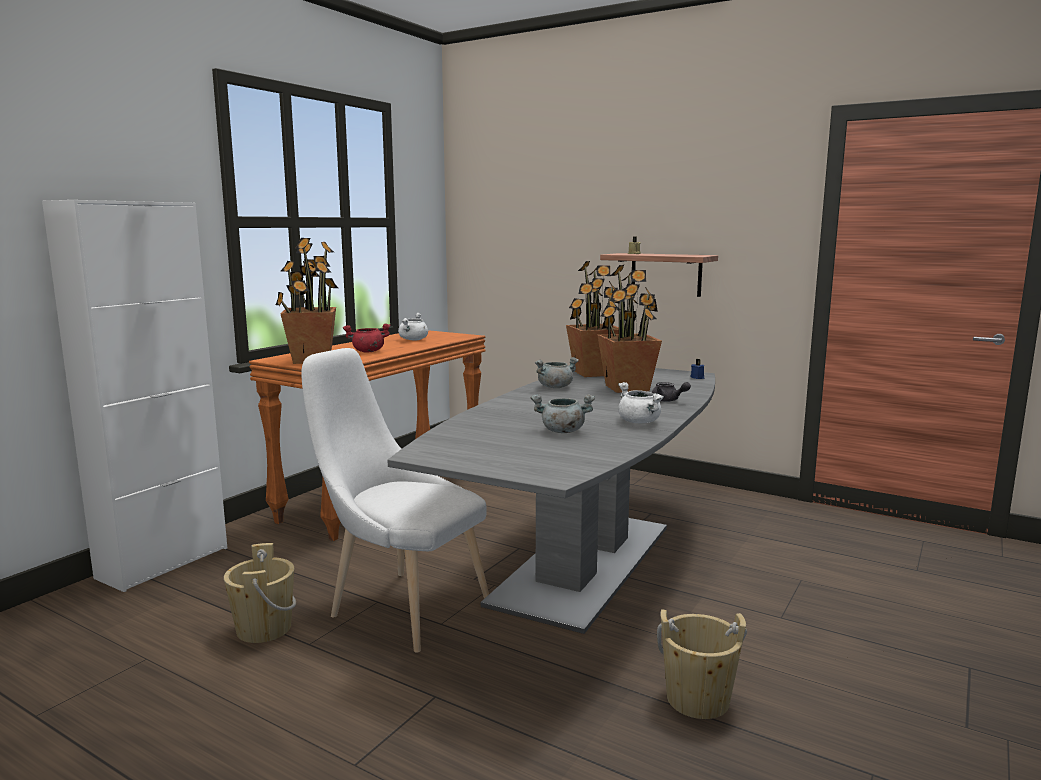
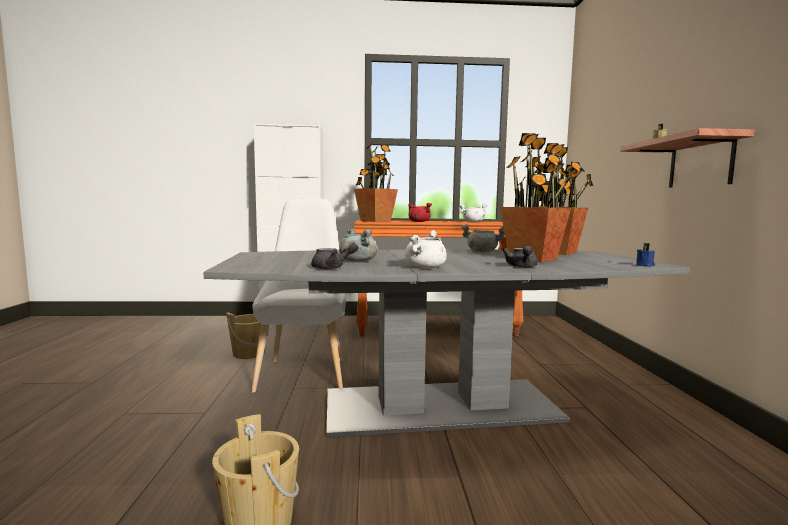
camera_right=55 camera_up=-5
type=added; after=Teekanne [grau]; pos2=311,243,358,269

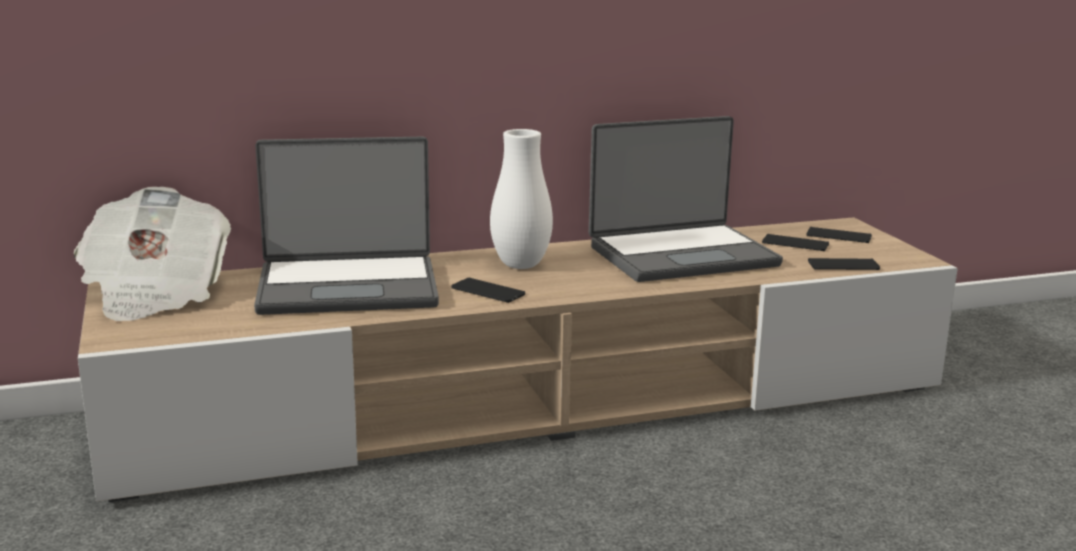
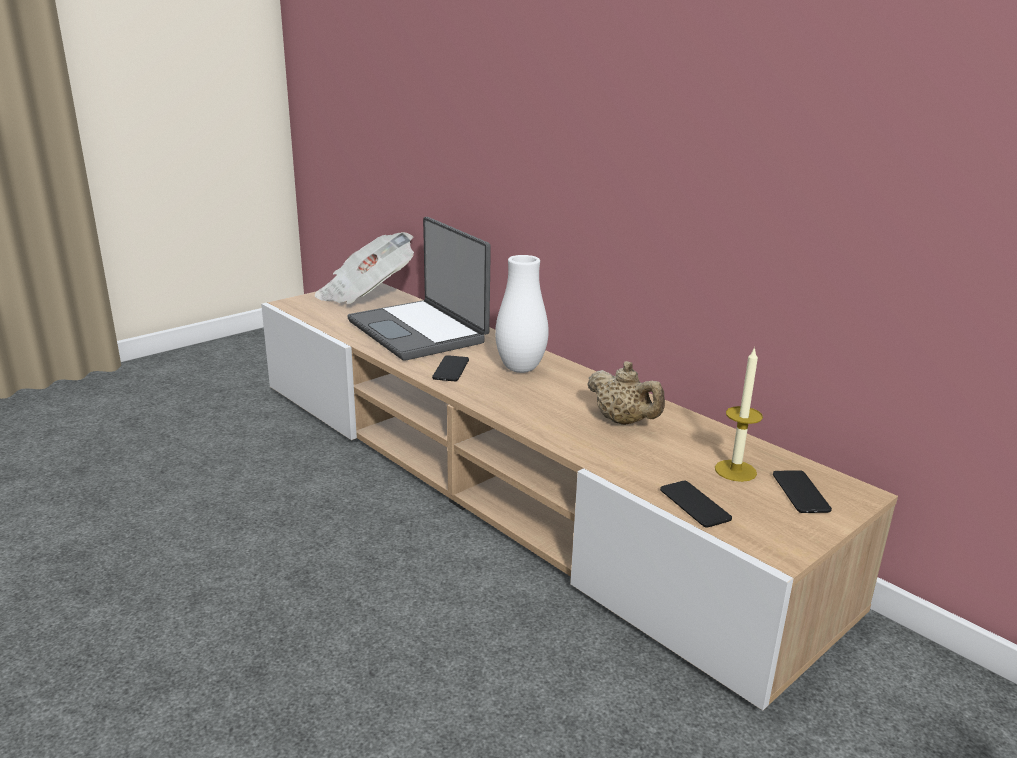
camera_right=65 camera_up=5
type=replaced; before=Laptop; after=Teekanne [beige]; pos1=589,116,783,282; pos2=587,361,665,425
type=replaced; before=Handy; after=Kerze; pos1=762,234,829,251; pos2=715,347,763,482

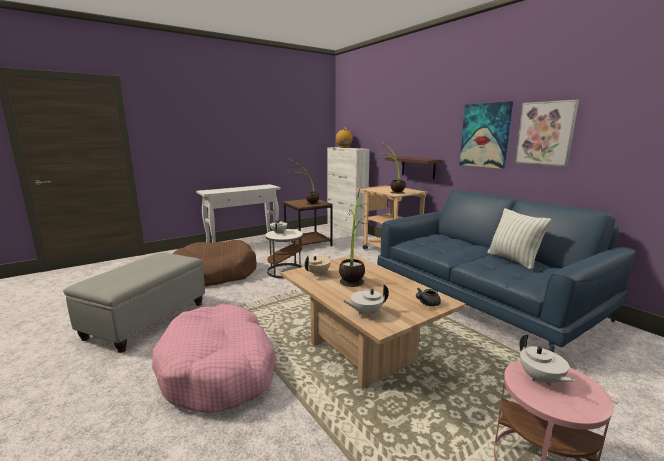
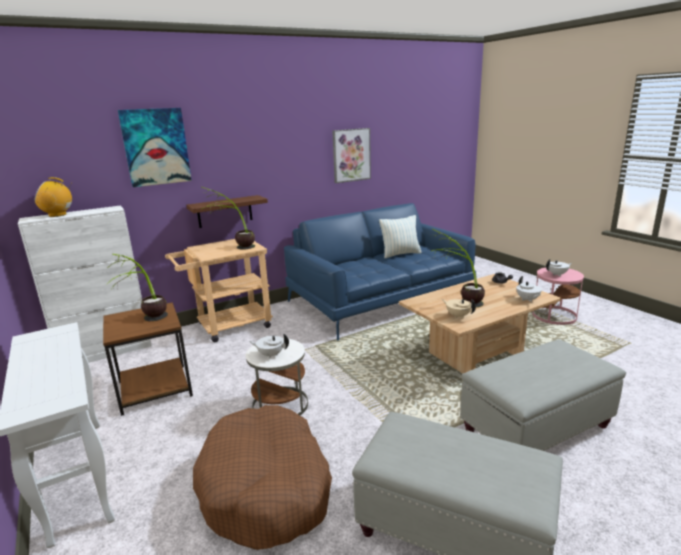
camera_right=-85 camera_up=5
type=moved; before=Bild; pos1=459,101,513,169; pos2=118,108,192,187
type=replaced; before=Hundebett [rosa]; after=Polsterhocker [grau]; pos1=152,304,277,413; pos2=460,340,626,451

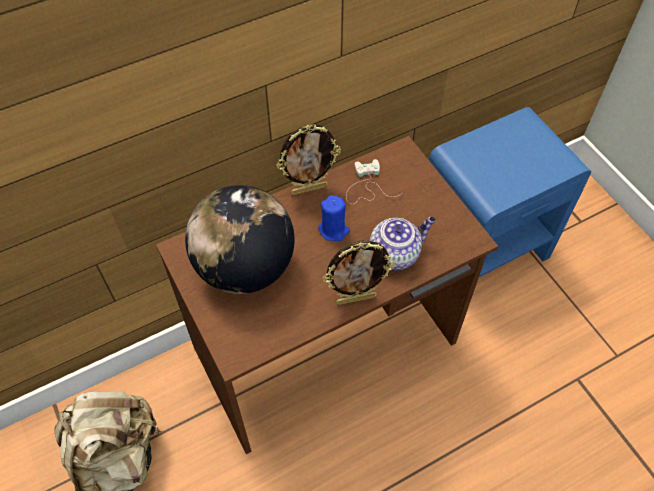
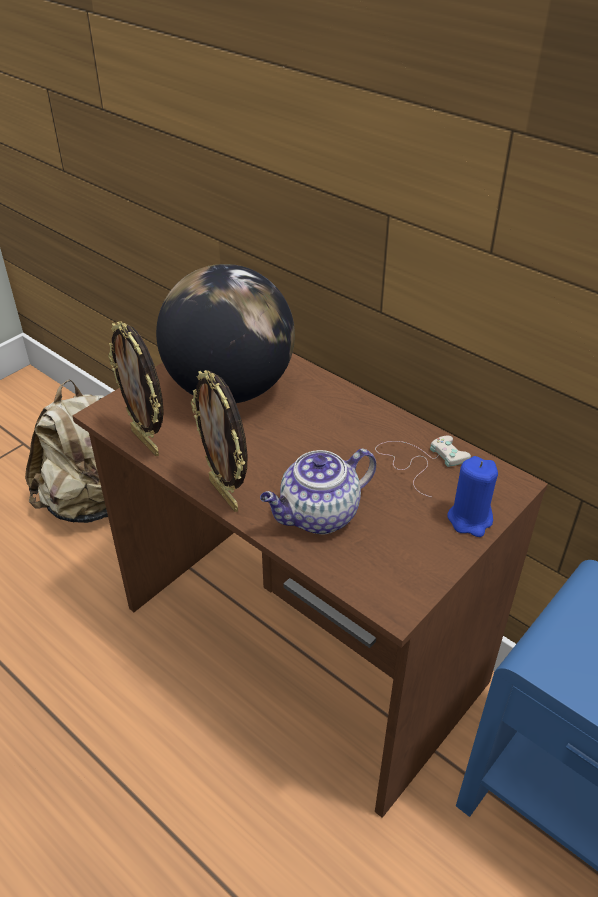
camera_right=70 camera_up=-15
type=moved; before=Bilderrahmen; pos1=276,124,341,195; pos2=108,321,164,456
type=moved; before=Kerze [blau]; pos1=318,195,350,241; pos2=448,456,498,537
type=turned; before=Teekanne; pos1=370,217,436,271; pos2=260,449,376,534; turn=105

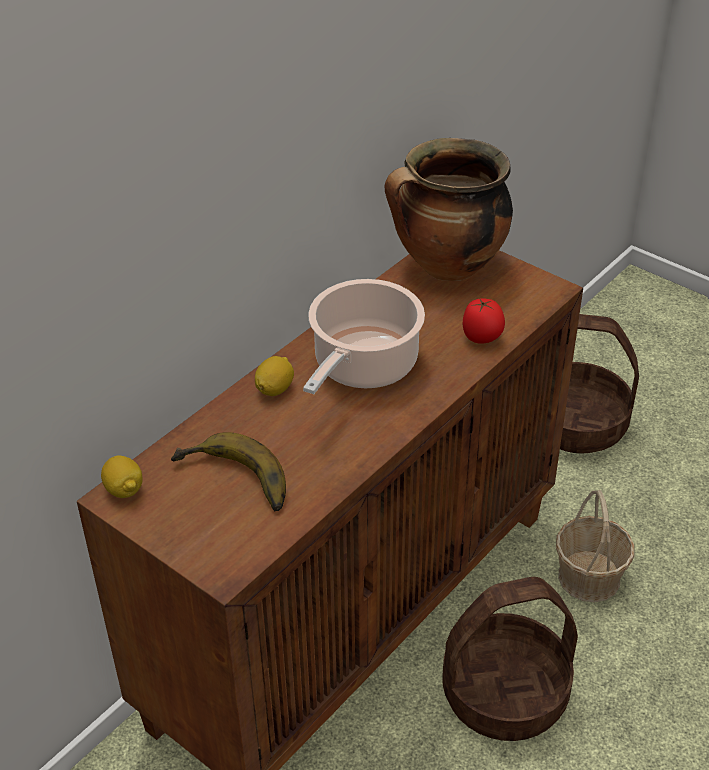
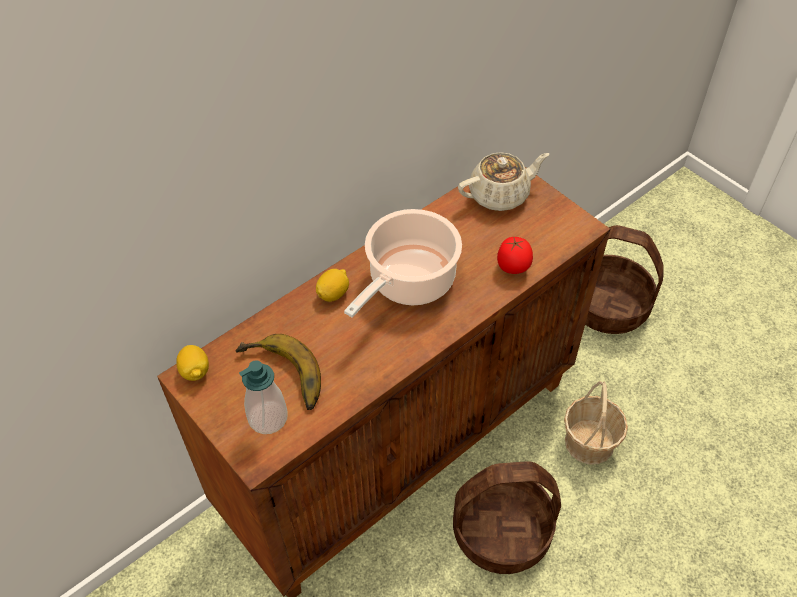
camera_right=10 camera_up=10
type=added; after=Seifenspender; pos2=239,360,288,434
type=replaced; before=Kochtopf; after=Teekanne [beige]; pos1=385,138,513,281; pos2=458,152,550,211

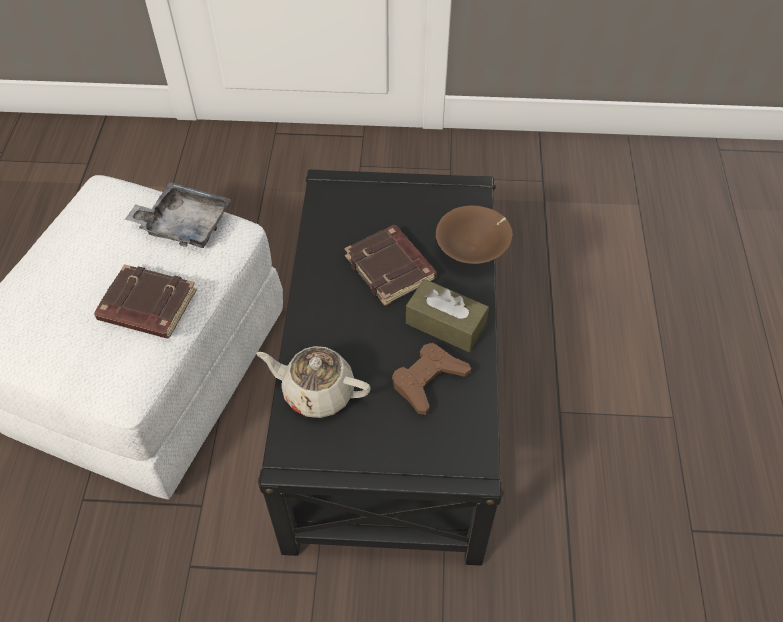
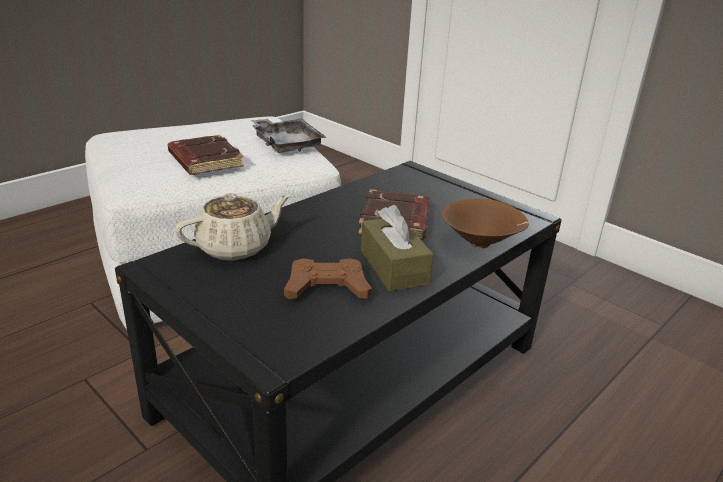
camera_right=40 camera_up=-25
type=turned; before=Teekanne [beige]; pos1=256,346,371,418; pos2=175,193,291,261; turn=90

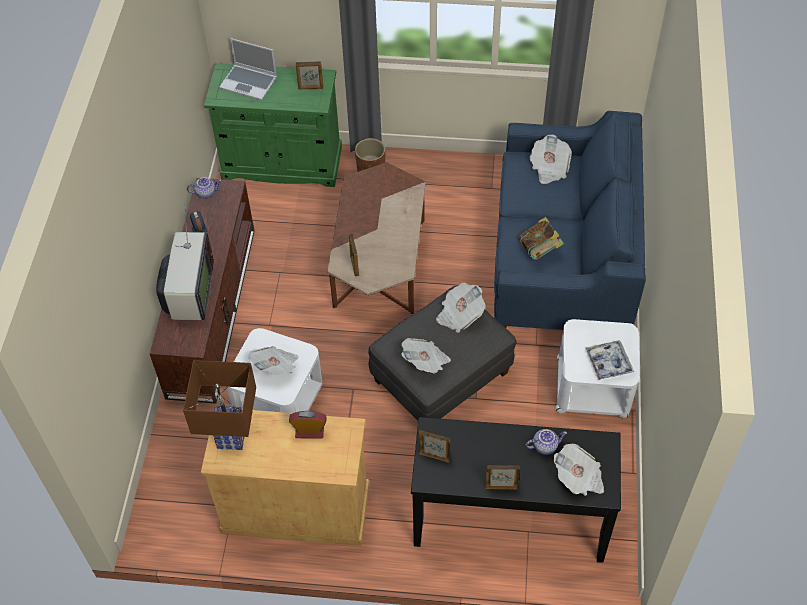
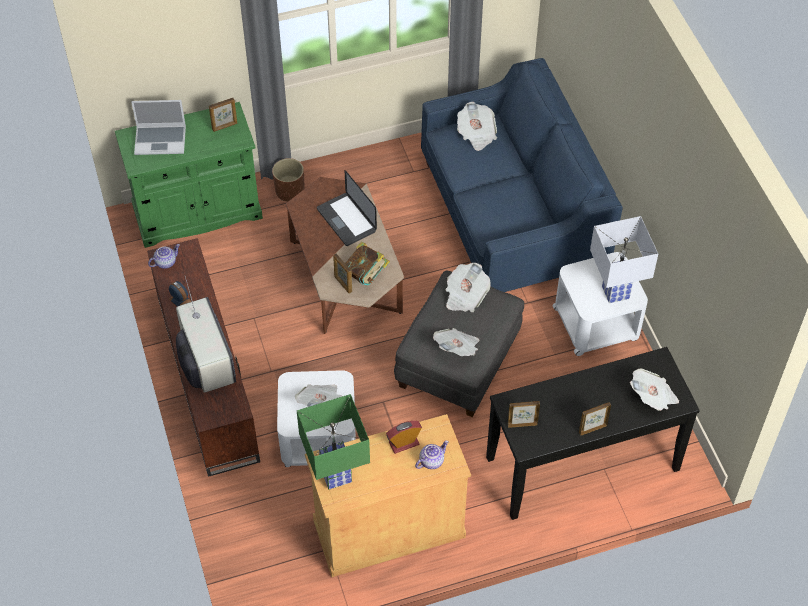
camera_right=-25 camera_up=0
type=added; after=Laptop; pos2=317,170,377,246
type=moved; before=Buch; pos1=519,217,564,260; pos2=345,241,390,285
type=moved; before=Teekanne; pos1=526,429,567,455; pos2=415,441,449,469
type=replaced; before=Tablett; after=Tischlampe [weiß]; pos1=586,340,634,380; pos2=590,216,658,303
type=recoloured; before=Tischlampe [braun]; after=Tischlampe [grün]; pos1=183,360,256,450; pos2=297,394,370,489

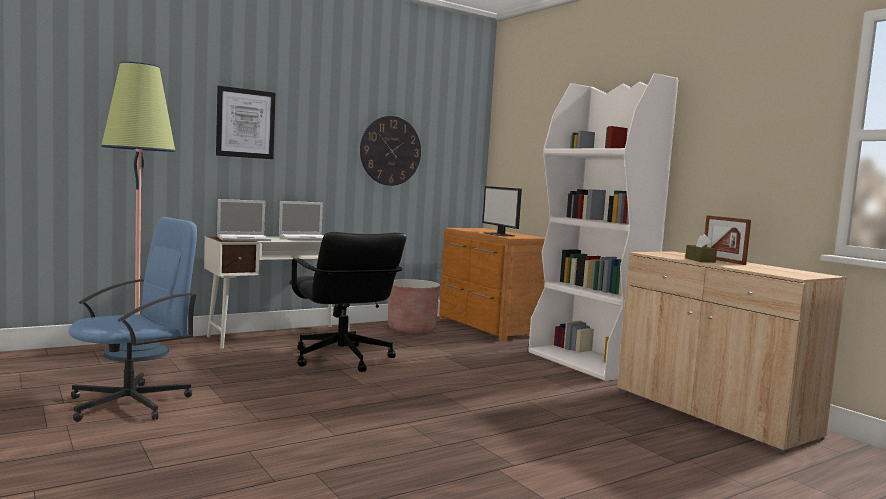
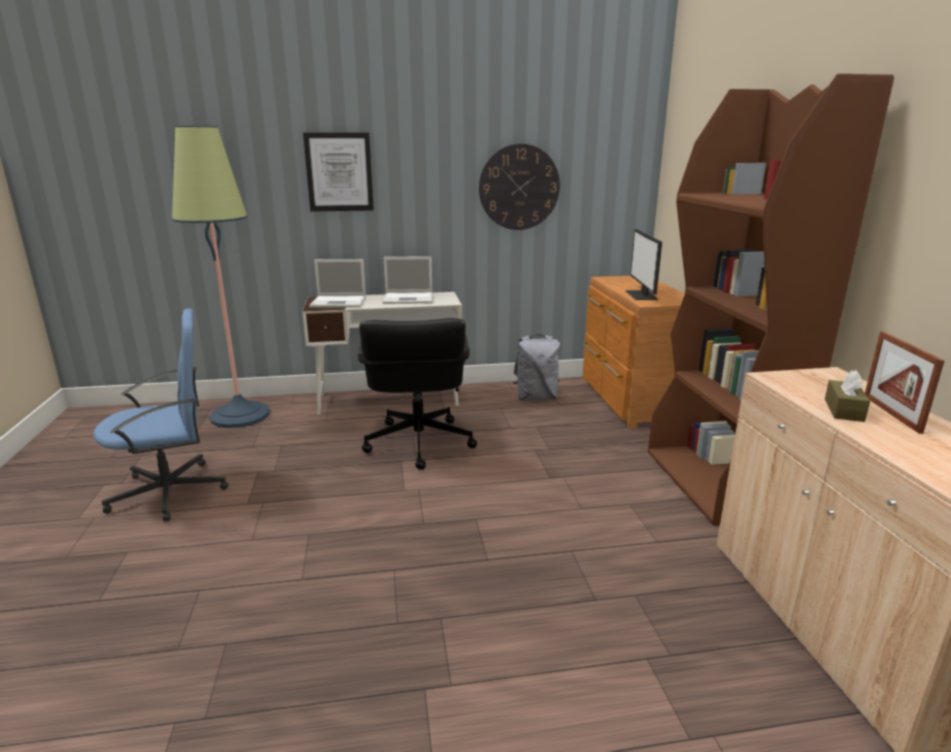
camera_right=25 camera_up=15
type=replaced; before=Pflanzkübel [braun]; after=Rucksack [grau]; pos1=388,279,440,333; pos2=513,334,560,401
type=recoloured; before=Bücherregal [weiß]; after=Bücherregal [braun]; pos1=528,73,679,381; pos2=648,74,894,526

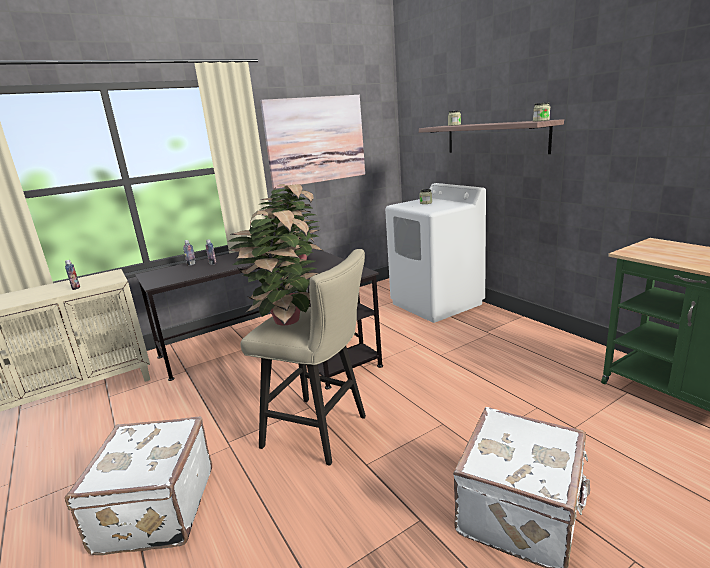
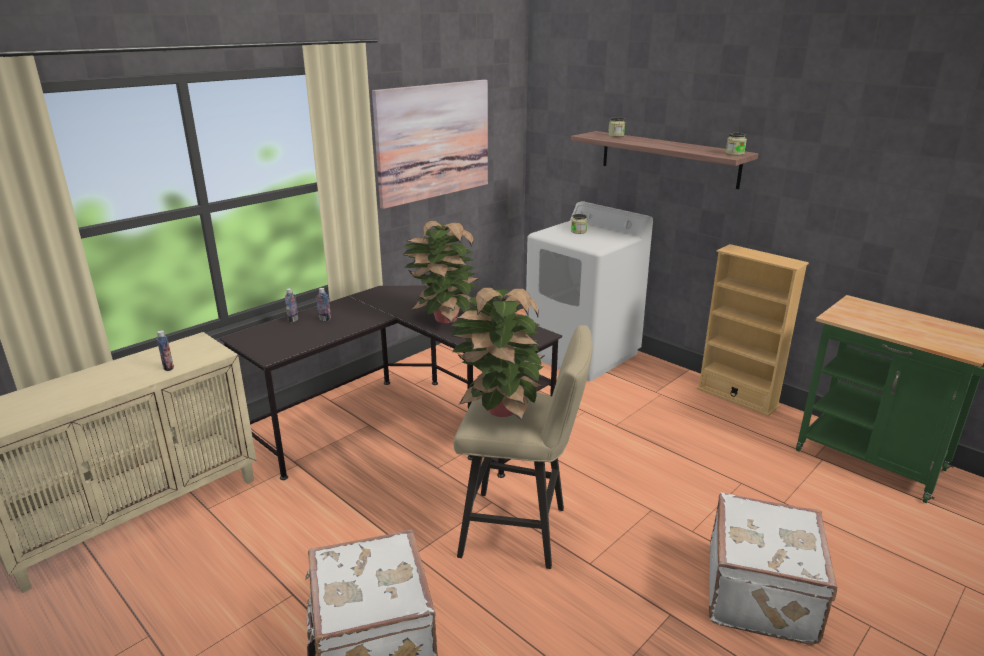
camera_right=-15 camera_up=5
type=added; after=Bücherregal [beige]; pos2=697,244,809,416

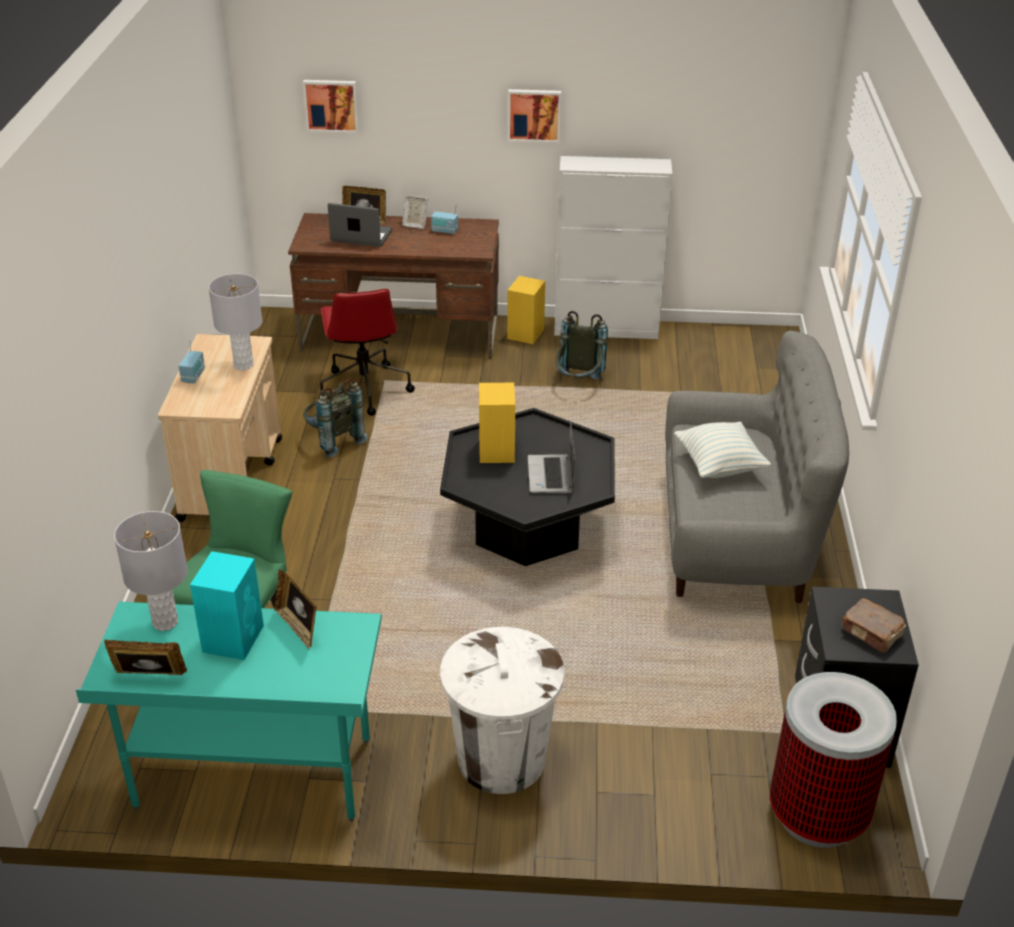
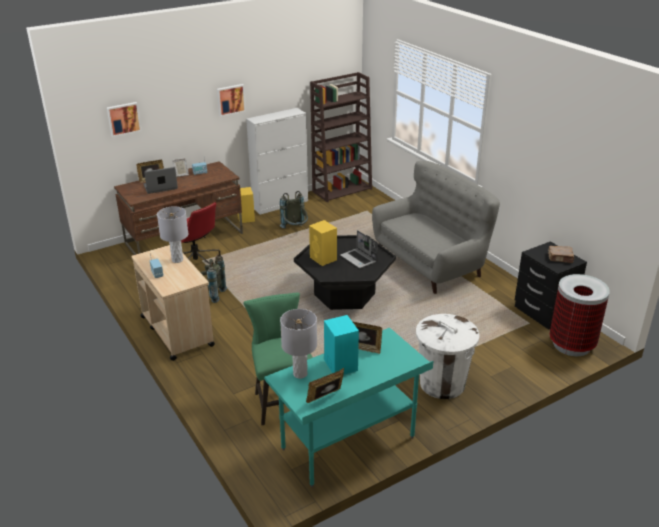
camera_right=-35 camera_up=-5
type=removed; before=Kissen; pos1=674,422,771,478
type=added; after=Bücherregal [braun]; pos2=310,72,372,202

